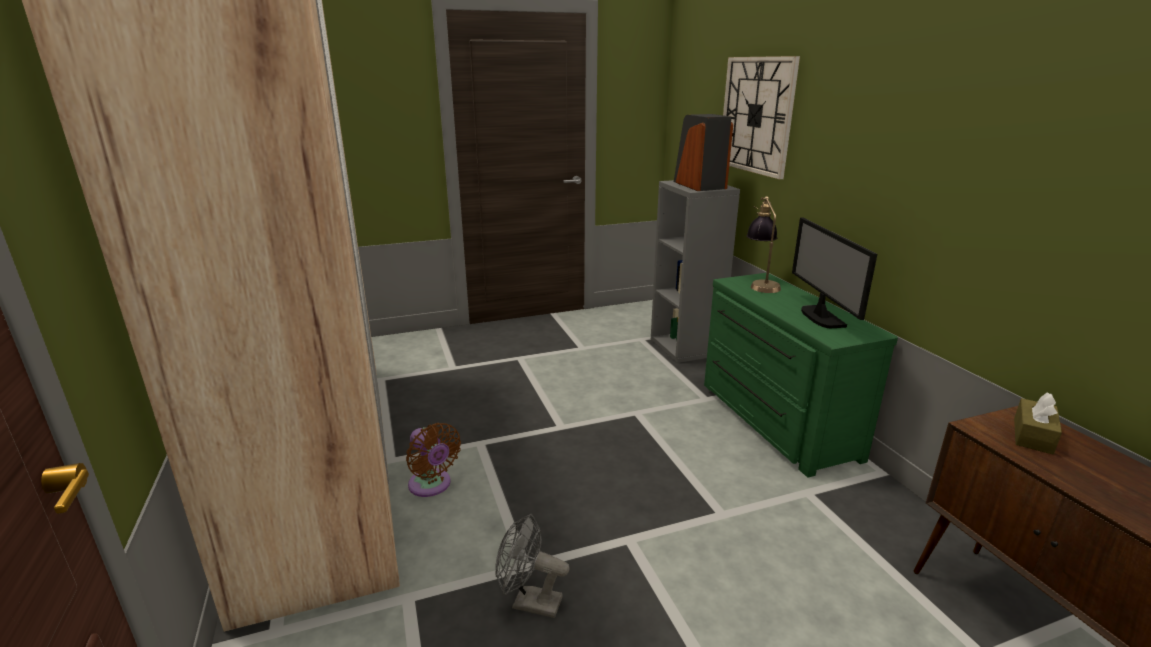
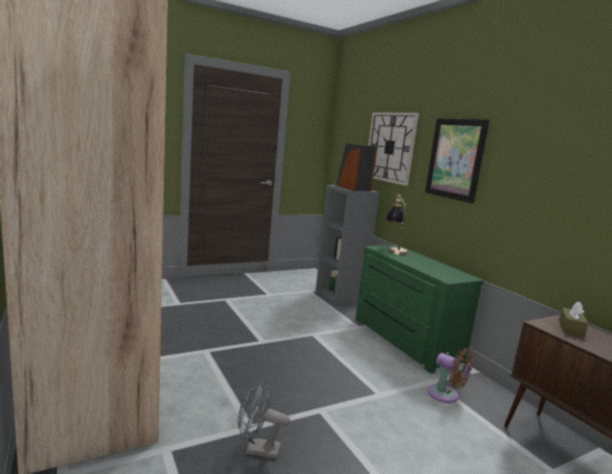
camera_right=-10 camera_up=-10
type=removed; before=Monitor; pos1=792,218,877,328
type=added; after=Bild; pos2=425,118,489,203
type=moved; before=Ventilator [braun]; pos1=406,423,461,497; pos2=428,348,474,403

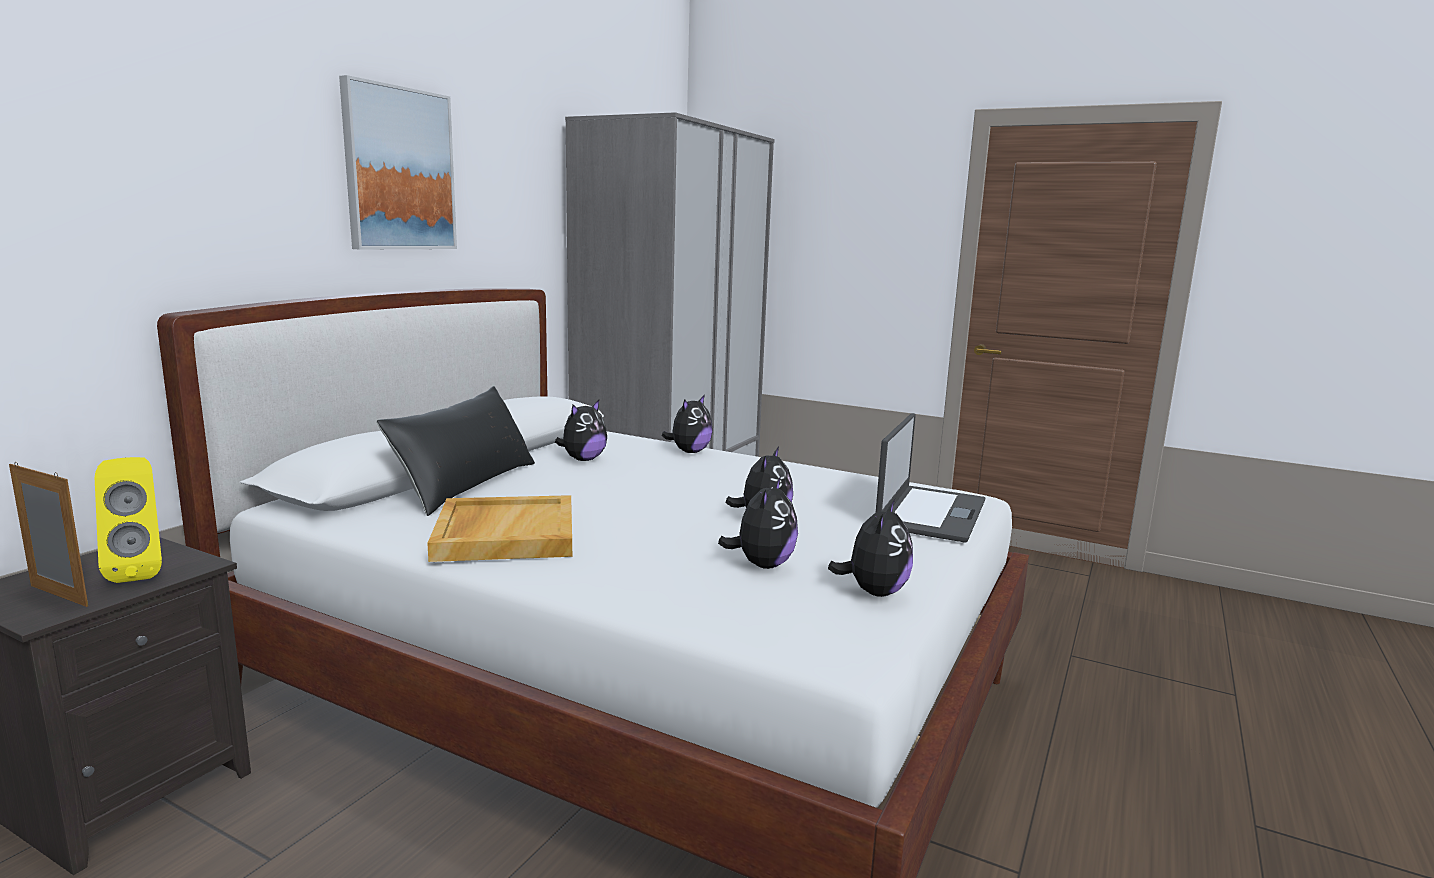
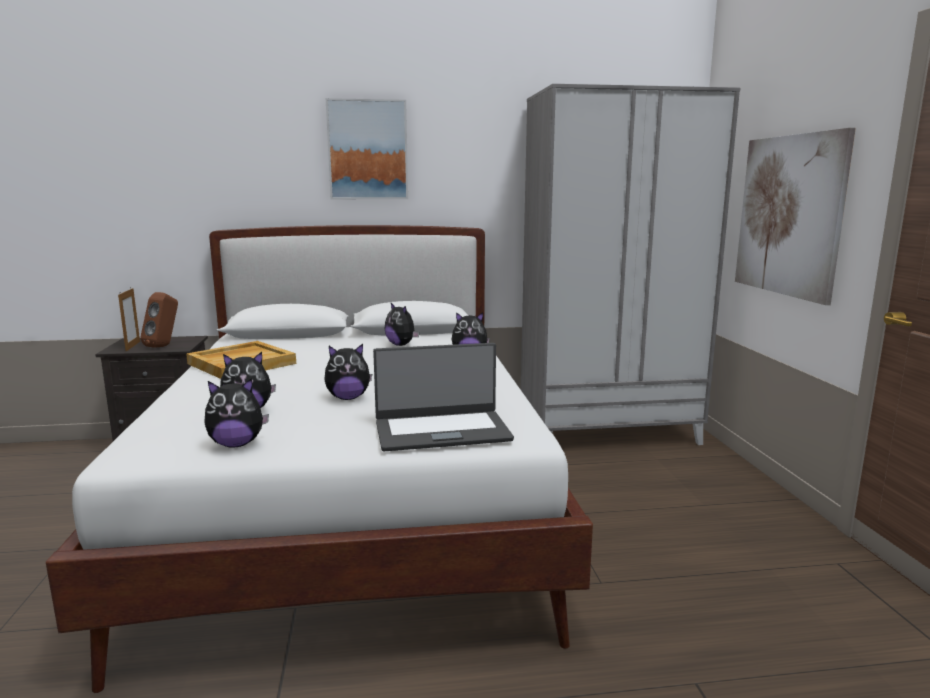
camera_right=55 camera_up=0
type=removed; before=Kissen [schwarz]; pos1=377,386,535,516
type=added; after=Bild; pos2=735,128,856,305
type=recoloured; before=Lautsprecher [gelb]; after=Lautsprecher [braun]; pos1=95,457,162,583; pos2=140,292,178,348
type=turned; before=Plüschtier; pos1=555,400,607,461; pos2=384,303,419,346; turn=45

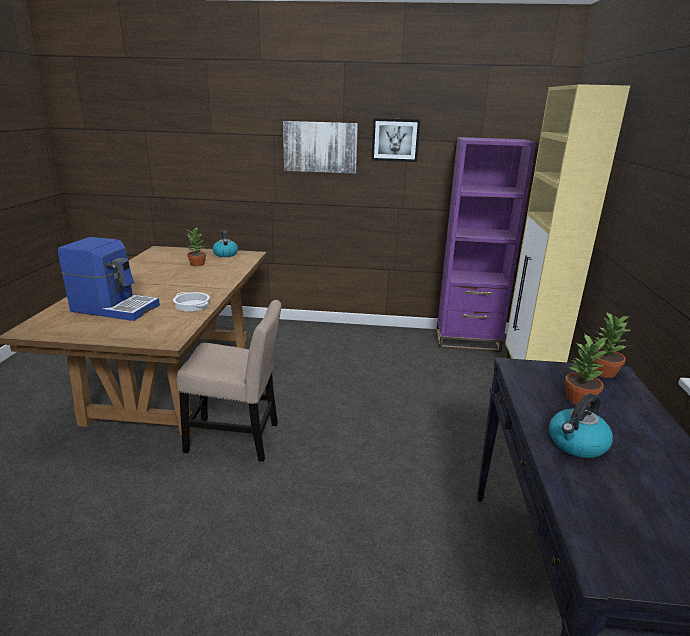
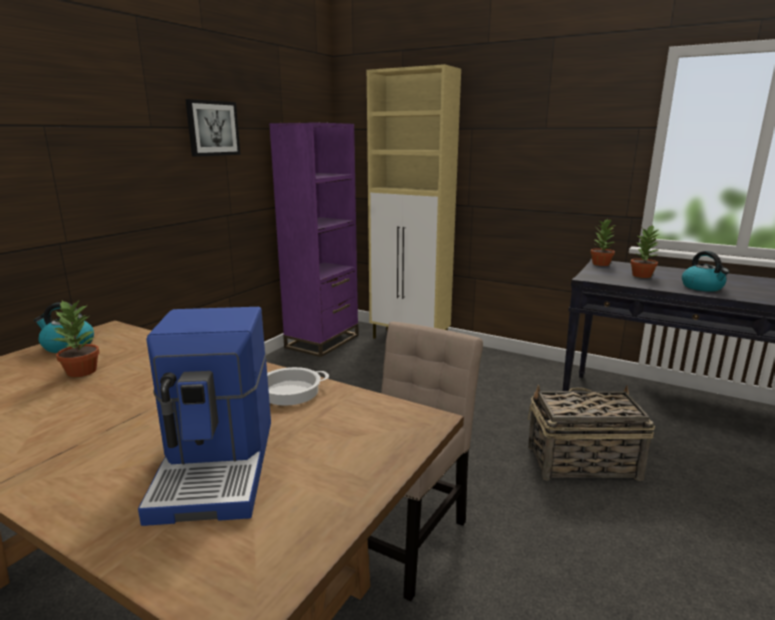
camera_right=-65 camera_up=-5
type=removed; before=Bild; pos1=283,121,358,174
type=added; after=Korb; pos2=528,385,655,481
type=turned; before=Kaffeemaschine; pos1=58,237,160,321; pos2=138,307,271,526; turn=135

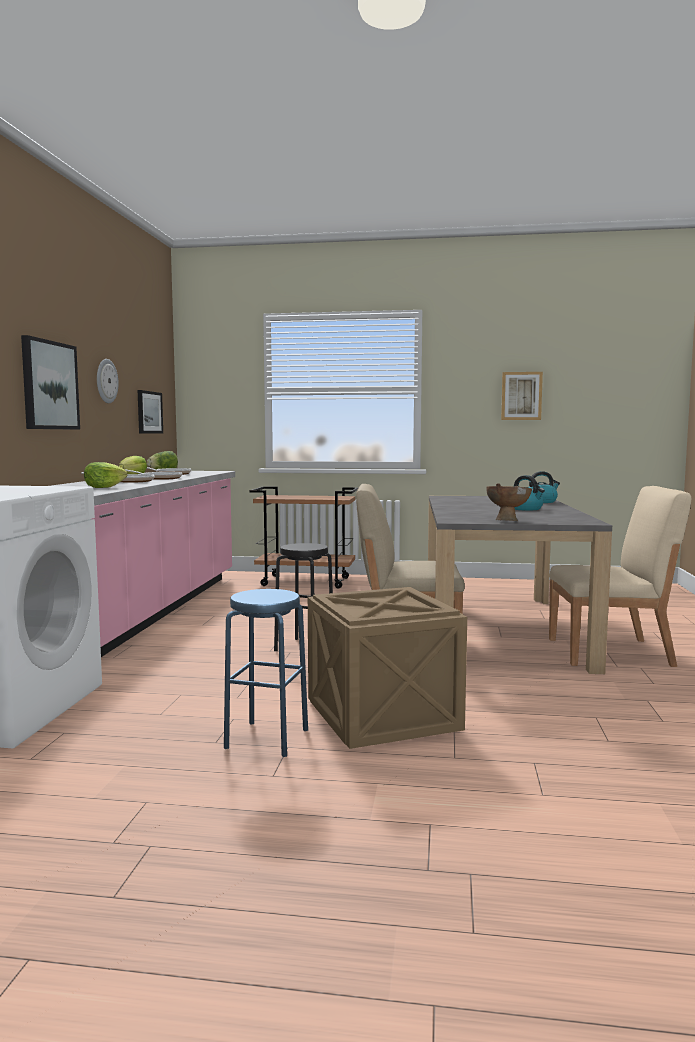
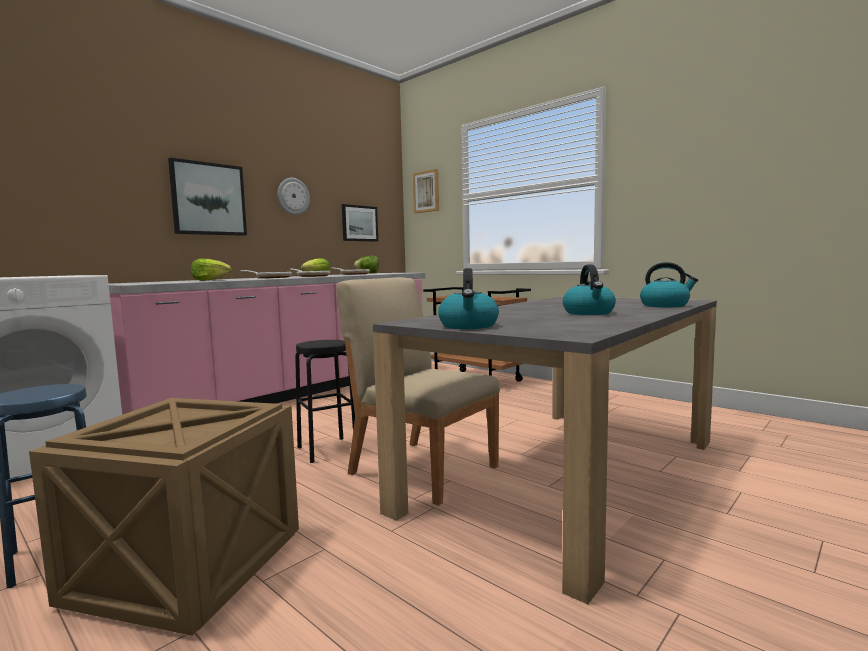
camera_right=35 camera_up=0
type=removed; before=Stuhl [beige]; pos1=549,486,691,667
type=moved; before=Bild; pos1=501,372,543,420; pos2=413,169,439,213
type=replaced; before=Schüssel [braun]; after=Wasserkessel; pos1=486,483,532,521; pos2=438,268,499,329

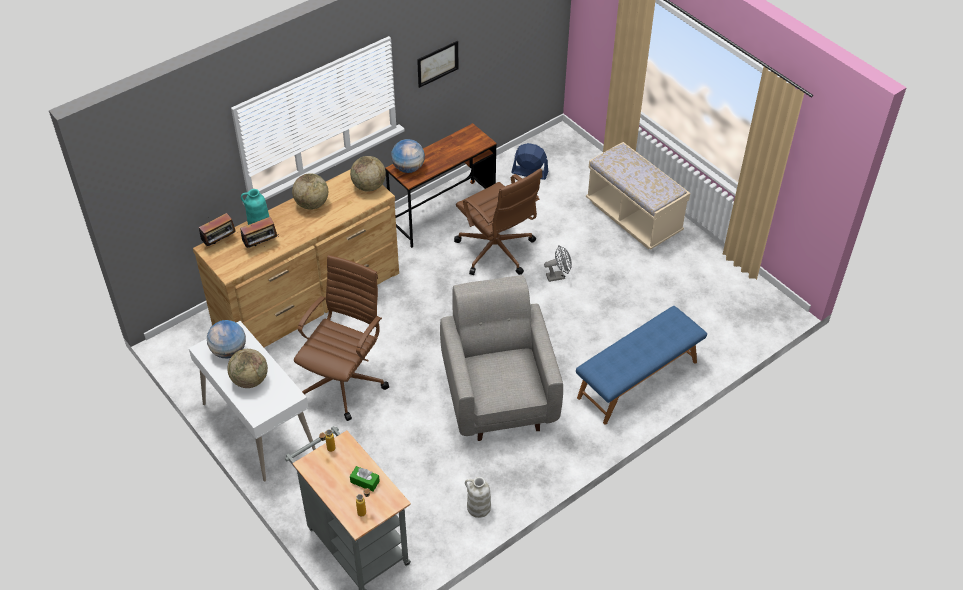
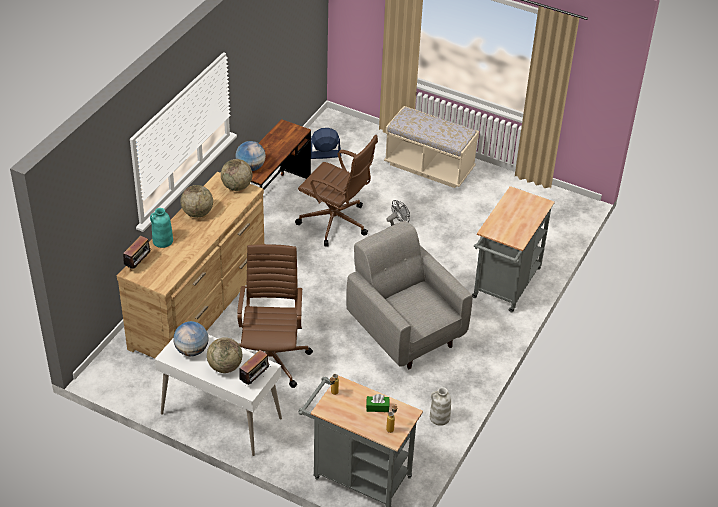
camera_right=-25 camera_up=-5
type=removed; before=Bild; pos1=417,41,458,88
type=moved; before=Radio; pos1=240,217,279,248; pos2=239,350,269,385
type=replaced; before=Bank [blau]; after=Rollwagen [grau]; pos1=576,306,707,424; pos2=472,186,555,312

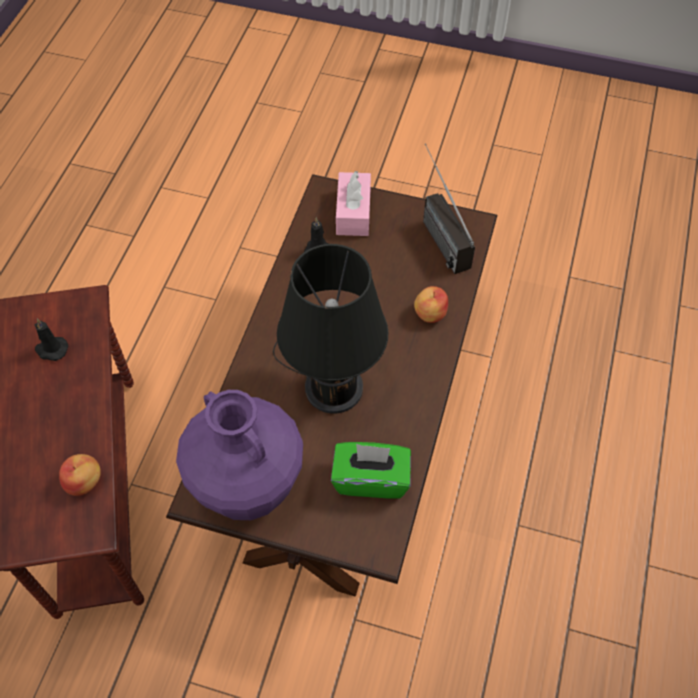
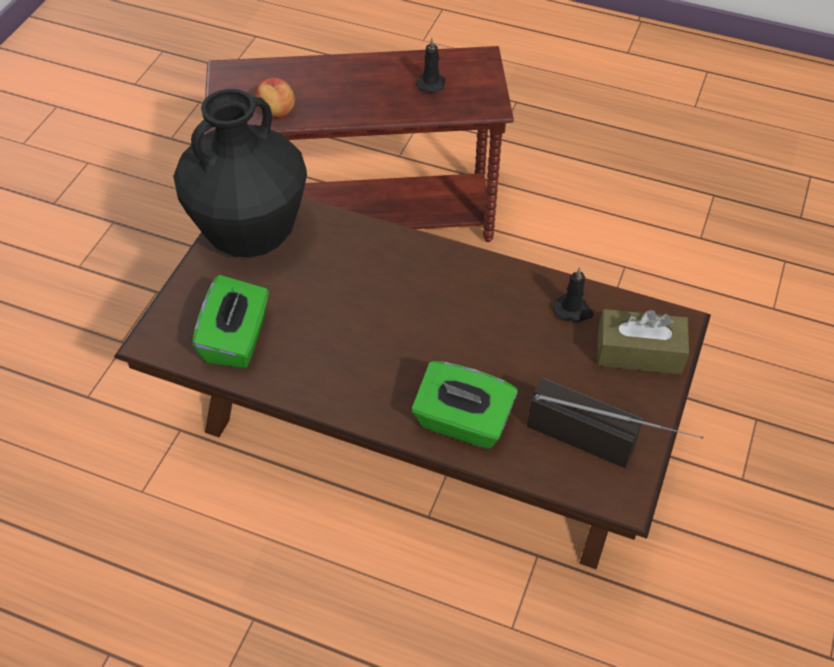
camera_right=95 camera_up=-5
type=removed; before=Tischlampe [schwarz]; pos1=273,244,388,414
type=replaced; before=Apfel; after=Taschentuchbox [grün]; pos1=414,286,448,323; pos2=412,361,518,449
type=recoloured; before=Vase [lila]; after=Vase [schwarz]; pos1=176,390,303,520; pos2=173,89,307,258
type=recoloured; before=Taschentuchbox [rosa]; after=Taschentuchbox [braun]; pos1=336,171,371,236; pos2=597,309,689,374
type=turned; before=Radio; pos1=423,143,475,274; pos2=527,378,703,468; turn=45

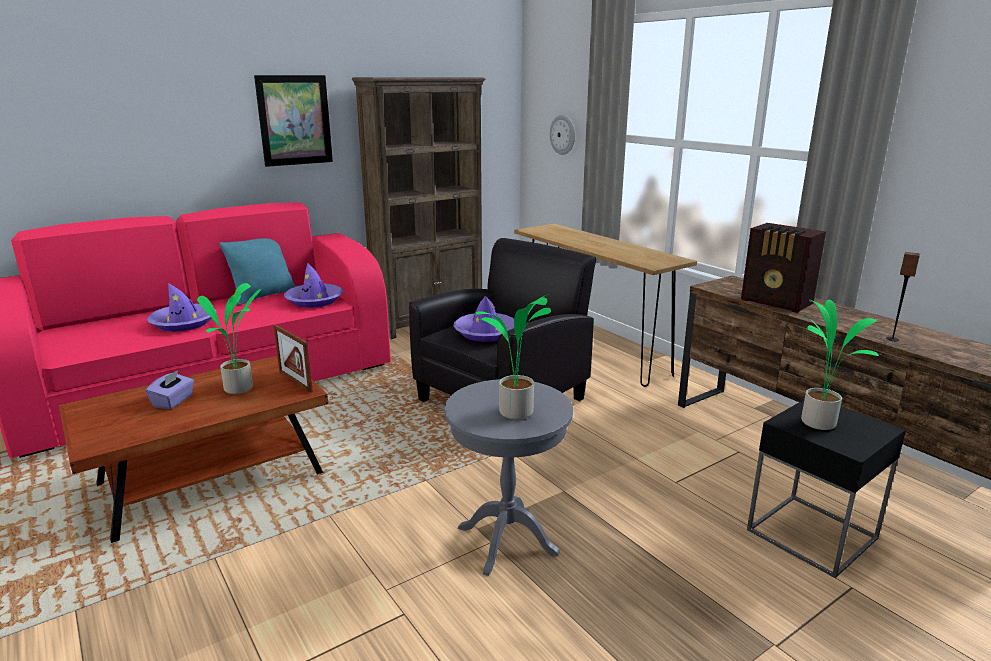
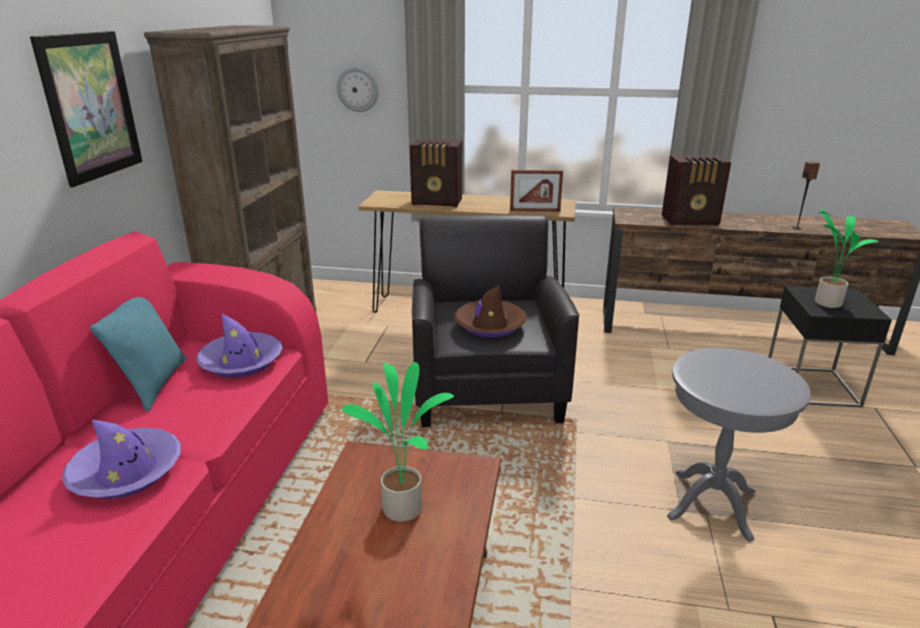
camera_right=-45 camera_up=5
type=removed; before=Taschentuchbox [lila]; pos1=146,370,194,409
type=removed; before=Topfpflanze; pos1=475,294,551,419
type=added; after=Radio; pos2=410,139,462,207
type=moved; before=Bilderrahmen; pos1=274,324,313,393; pos2=510,170,563,212
type=recoloured; before=Hut [lila]; after=Hut [braun]; pos1=453,296,514,342; pos2=454,285,527,337

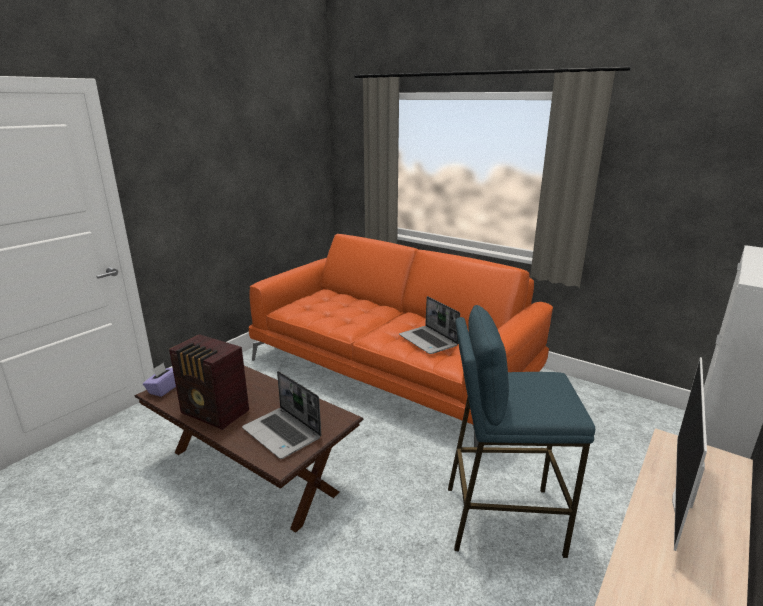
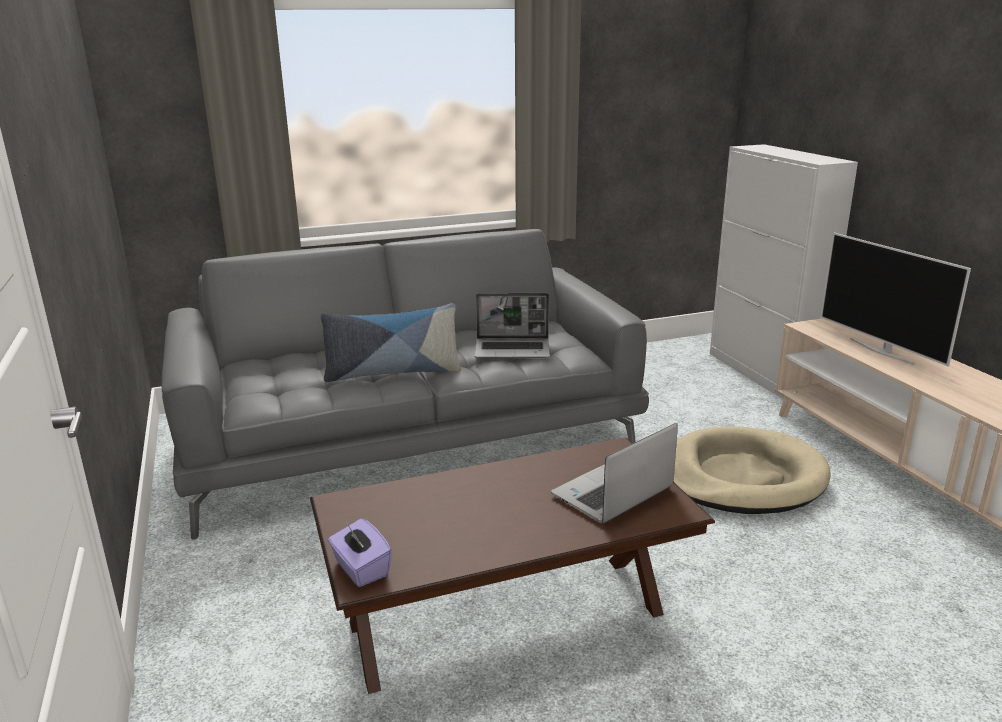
camera_right=-55 camera_up=0
type=removed; before=Radio; pos1=169,334,249,430
type=added; after=Kissen; pos2=321,303,461,382
type=replaced; before=Hocker [blau]; after=Hundebett [beige]; pos1=448,305,595,558; pos2=674,427,831,514
type=recoloured; before=Sofa [orange]; after=Sofa [grau]; pos1=249,234,553,454; pos2=162,229,649,540
type=turned; before=Laptop; pos1=242,371,321,459; pos2=551,423,678,524; turn=150

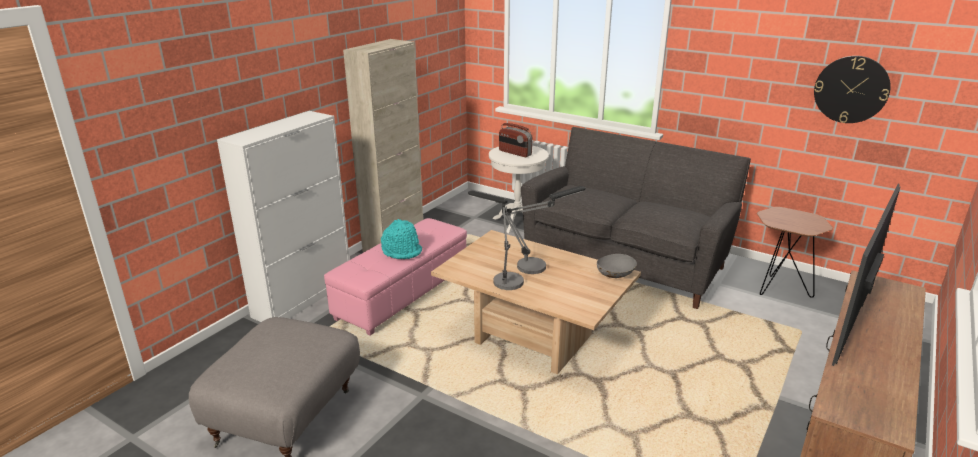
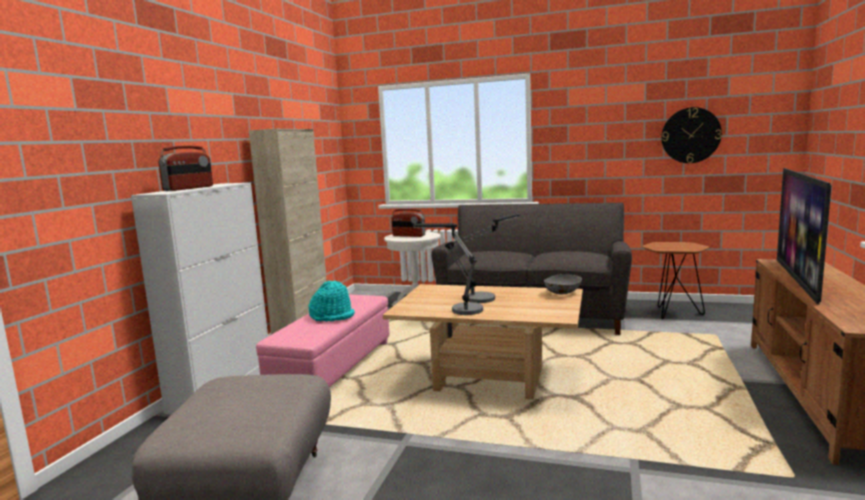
camera_right=-15 camera_up=-15
type=added; after=Radio; pos2=158,146,213,191

